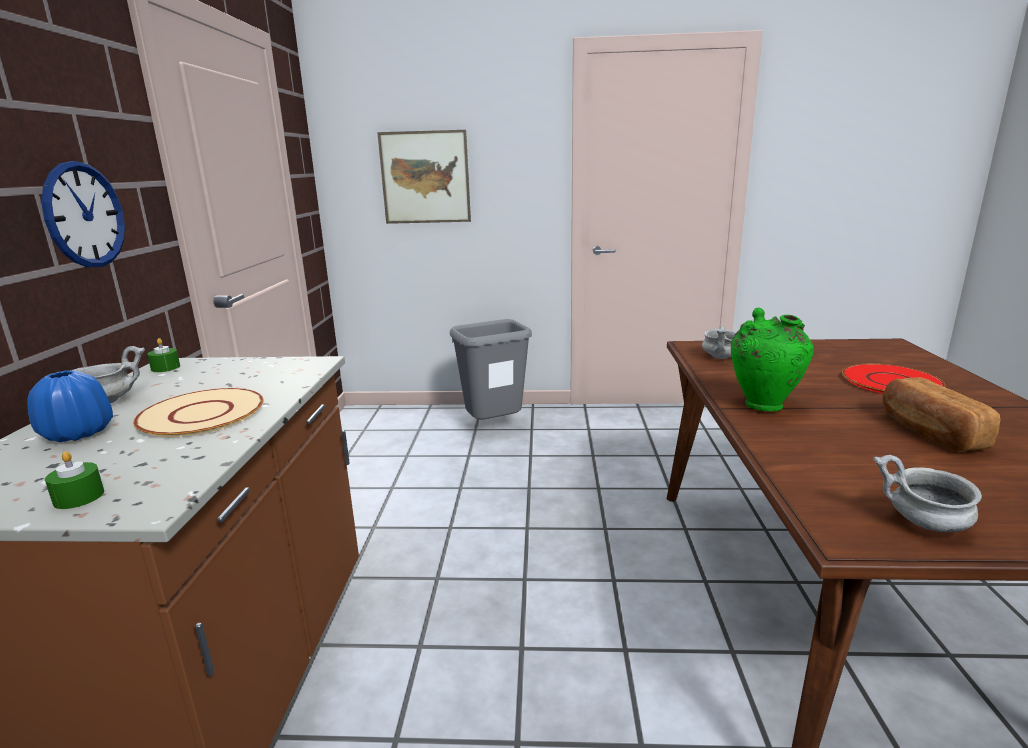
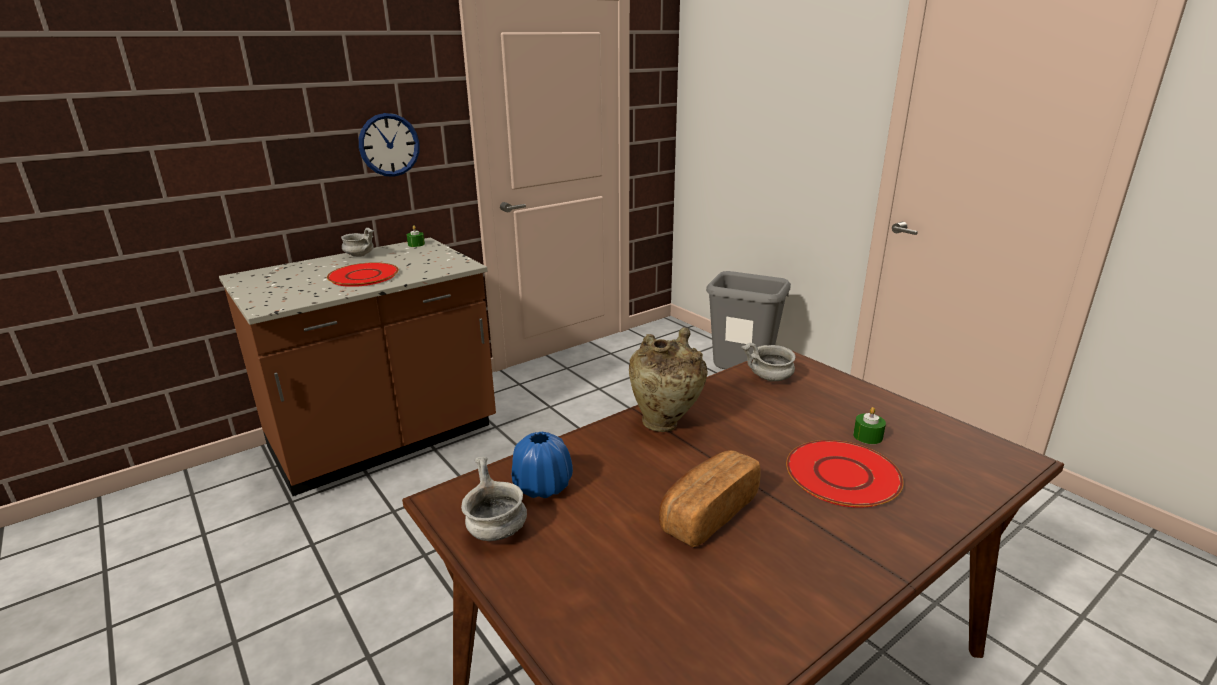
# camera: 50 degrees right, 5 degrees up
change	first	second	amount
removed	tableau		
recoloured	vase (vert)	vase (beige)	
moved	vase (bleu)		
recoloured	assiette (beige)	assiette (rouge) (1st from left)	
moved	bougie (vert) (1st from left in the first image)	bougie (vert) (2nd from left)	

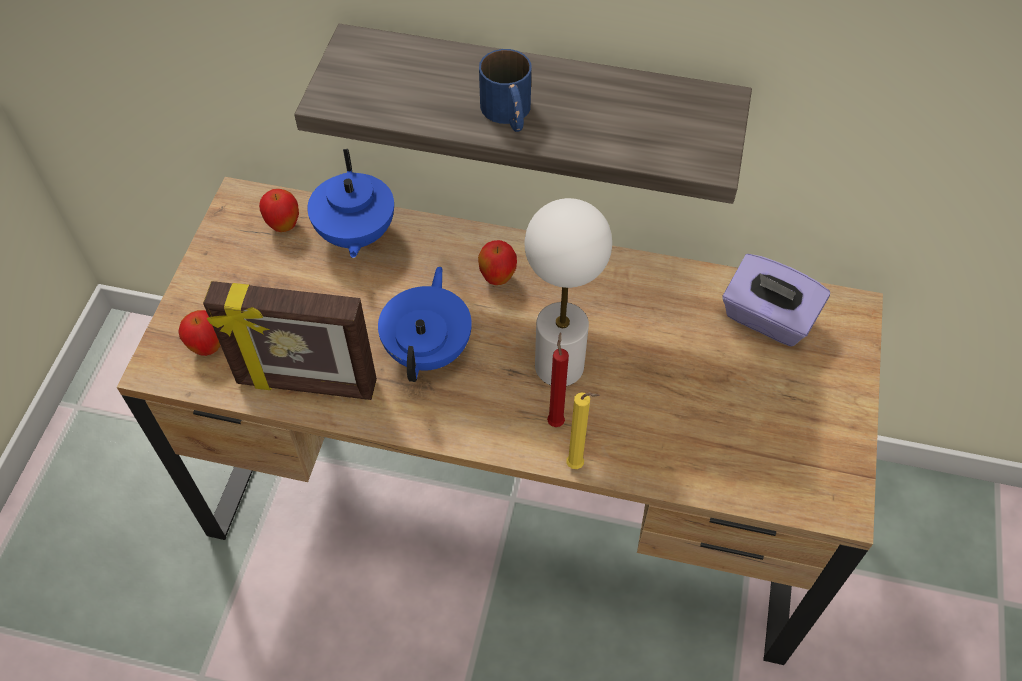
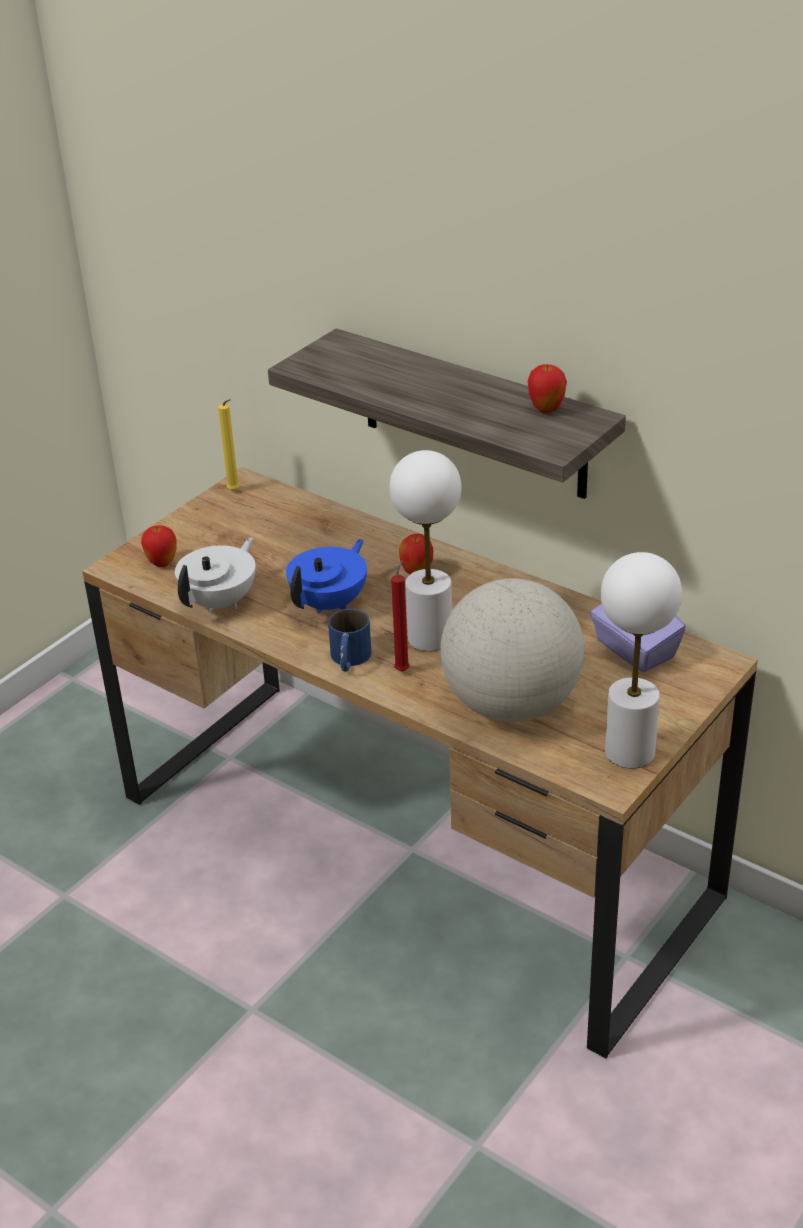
# camera: 25 degrees right, 20 degrees down
change	first	second	amount
moved	mug (bleu)		
removed	théière (bleu) (1st from left)		
moved	pomme (2nd from left in the first image)	pomme (3rd from left)	
replaced	cadre photo	théière (blanc)	
moved	bougie (jaune)		
added		lampe de table (blanc) (2nd from left)	
added		globe	

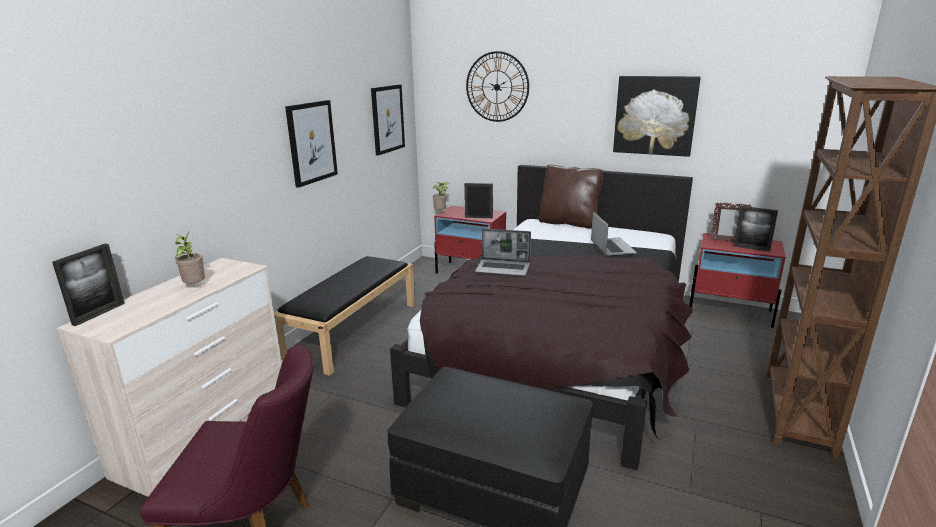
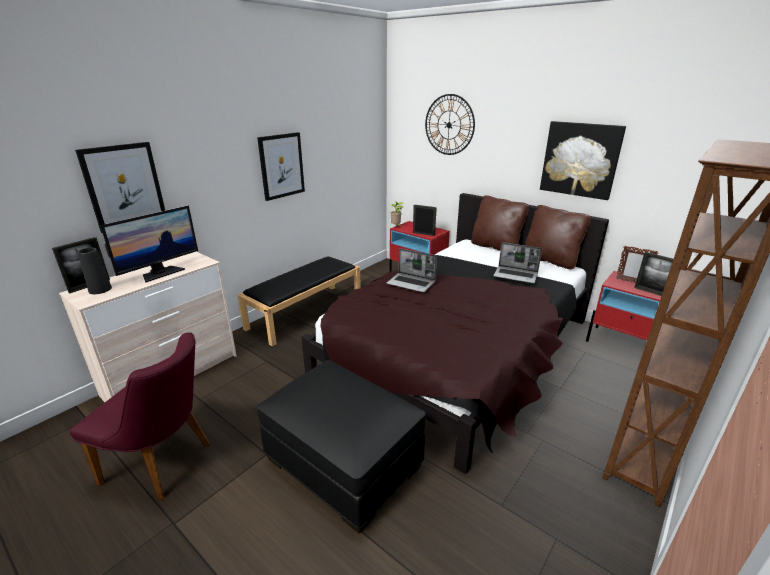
# camera: 15 degrees right, 5 degrees up
change	first	second	amount
moved	tableau (2nd from left in the first image)	tableau (1st from left)	
turned	ordinateur portable (2nd from left)		105 degrees clockwise
replaced	plante en pot (1st from left)	écran d'ordinateur	
added		coussin (marron) (2nd from left)	
added		vase (noir)	

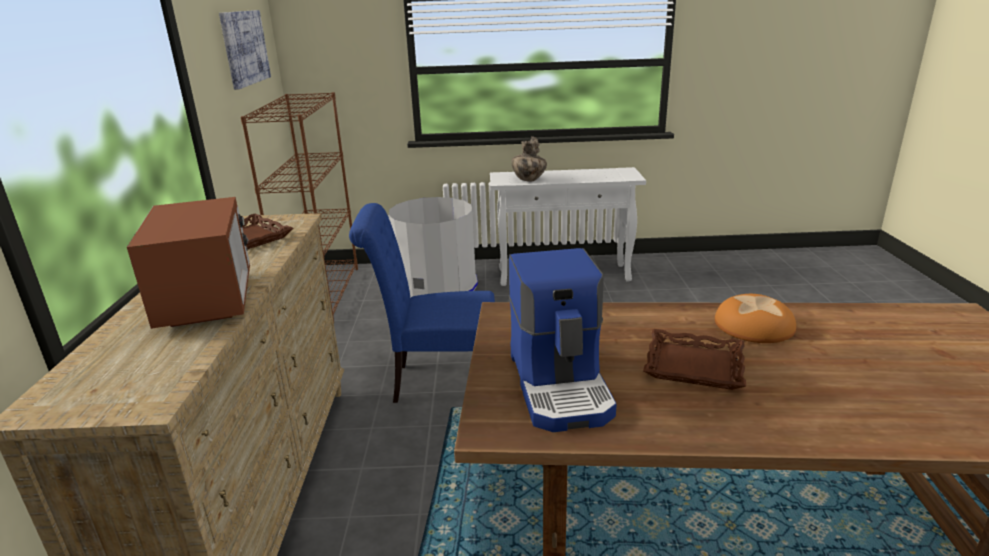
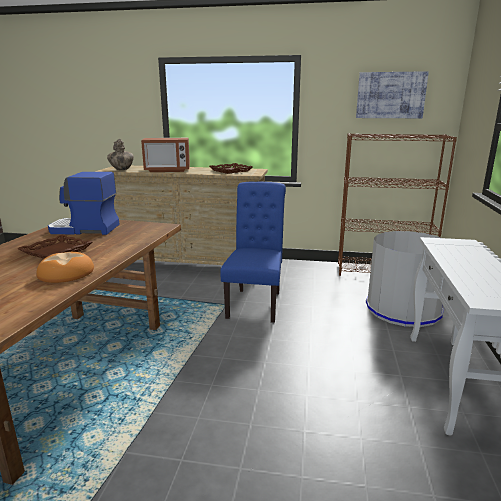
# camera: 100 degrees right, 5 degrees down
change	first	second	amount
moved	vase		

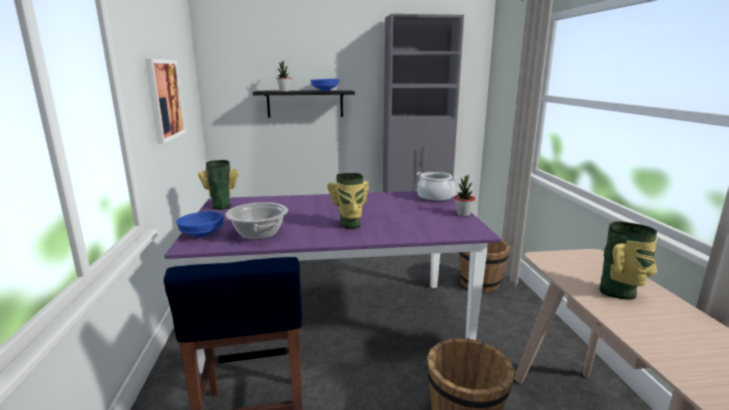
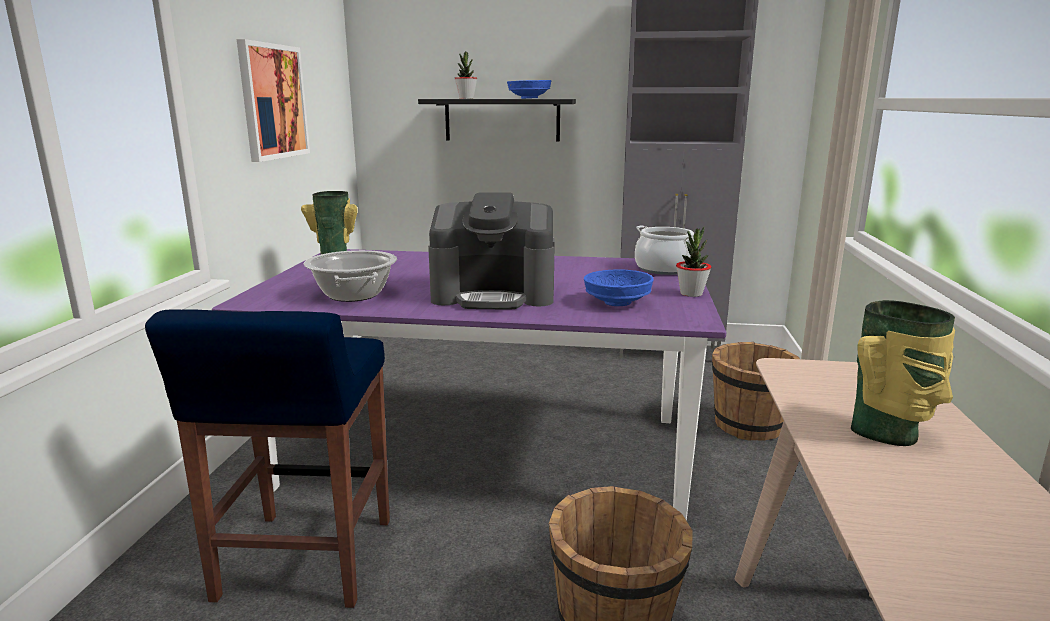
# camera: 15 degrees right, 0 degrees up
change	first	second	amount
replaced	vase (2nd from left)	machine à café	
moved	bol (bleu) (1st from left in the first image)	bol (bleu) (2nd from left)	

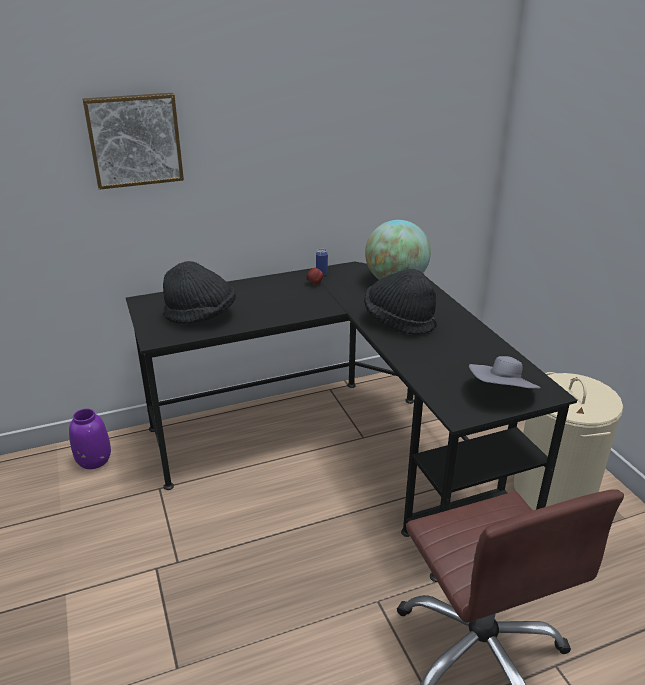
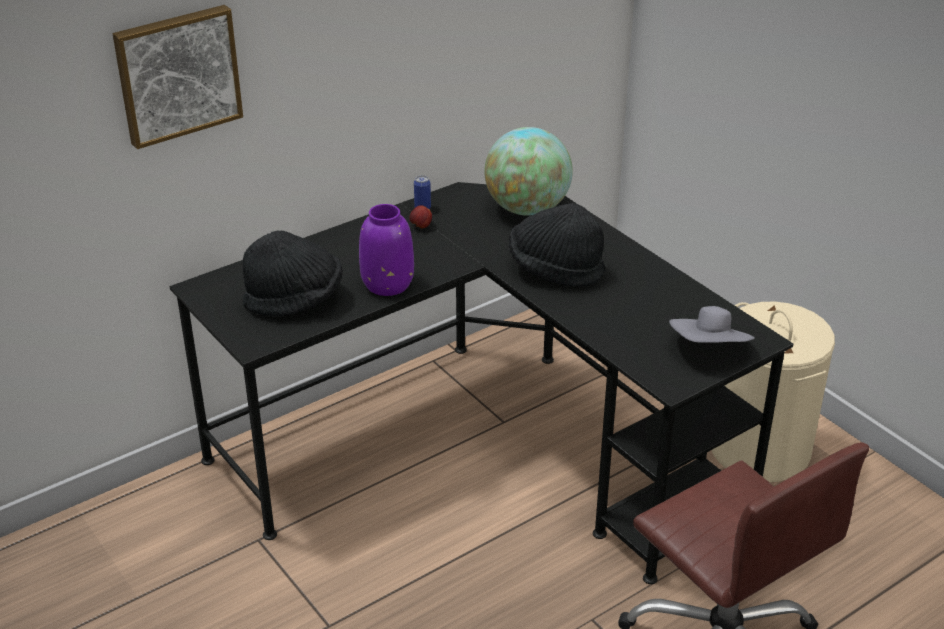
# camera: 15 degrees left, 5 degrees up
change	first	second	amount
moved	vase (violet)		

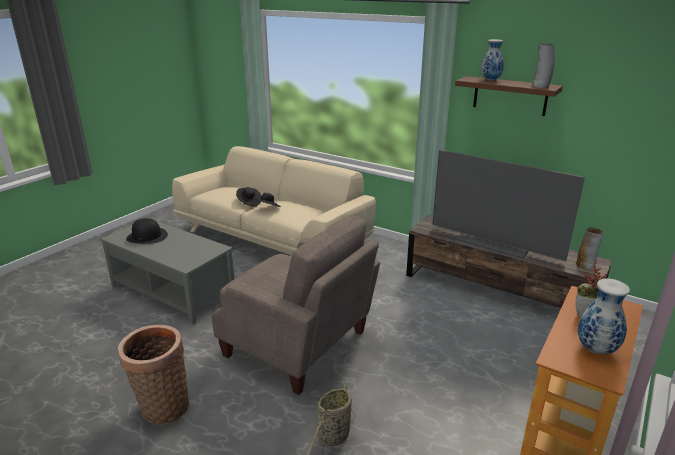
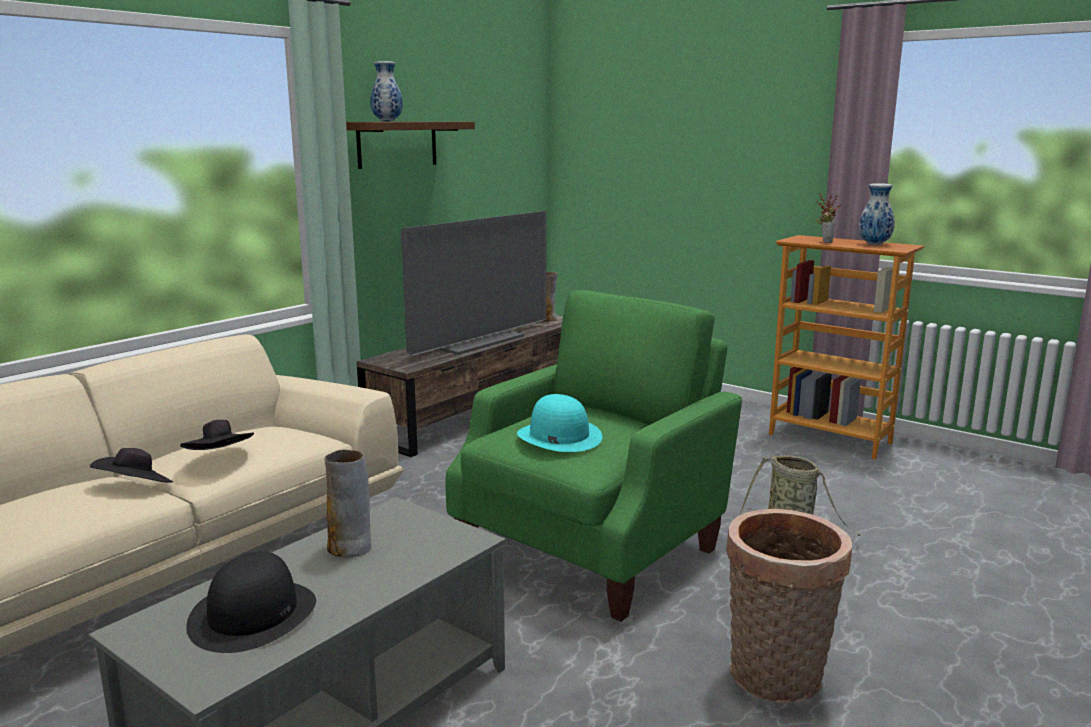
# camera: 85 degrees left, 10 degrees down
change	first	second	amount
moved	vase (2nd from left in the first image)	vase (1st from left)	
recoloured	fauteuil (beige)	fauteuil (vert)	
added		chapeau (turquoise)	

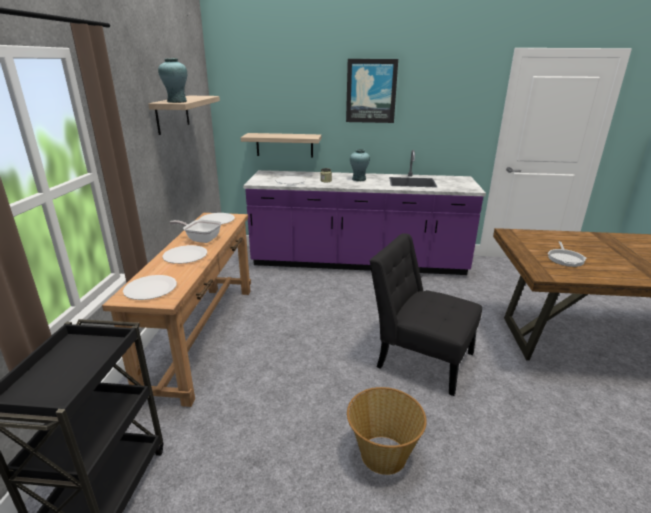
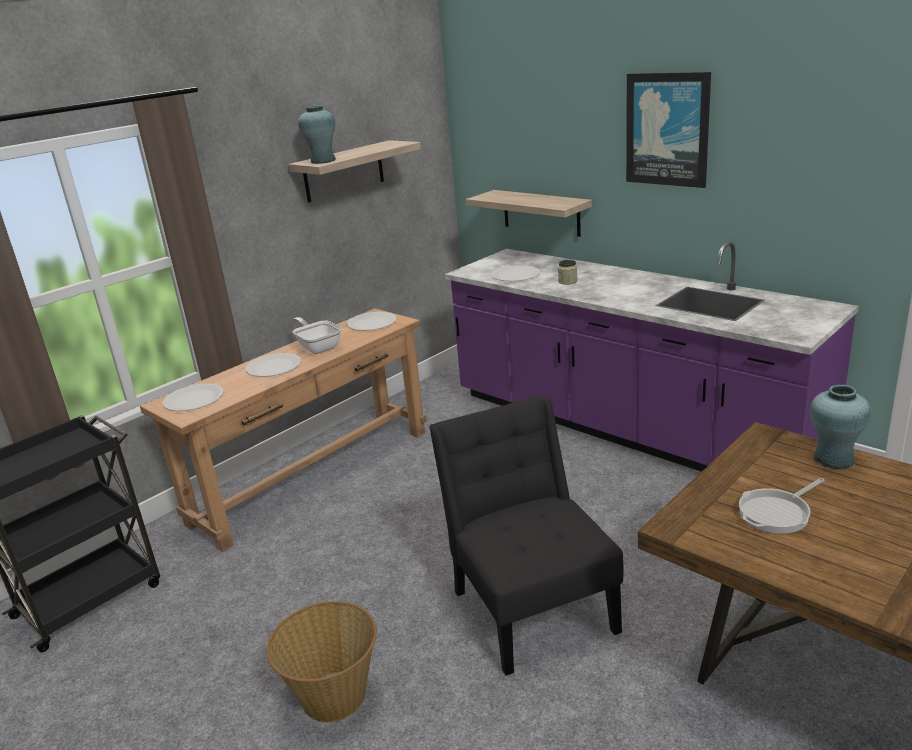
# camera: 40 degrees right, 0 degrees up
change	first	second	amount
moved	vase (turquoise) (2nd from left)		

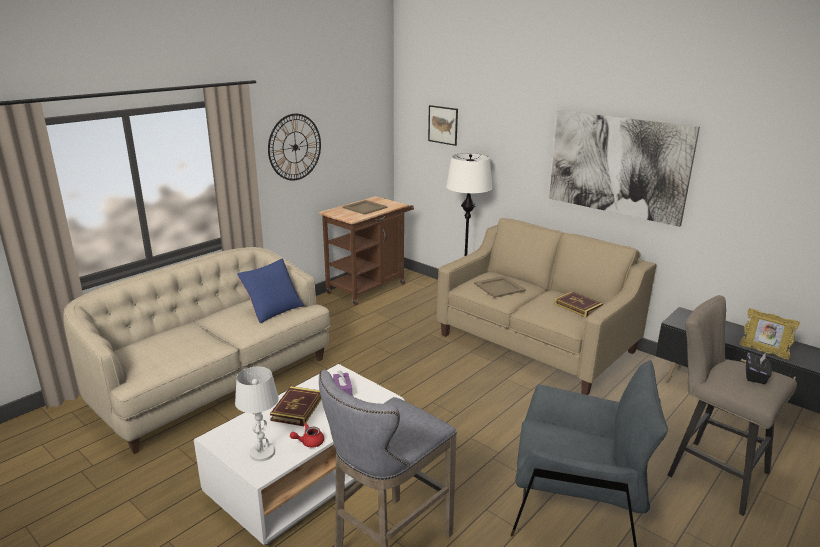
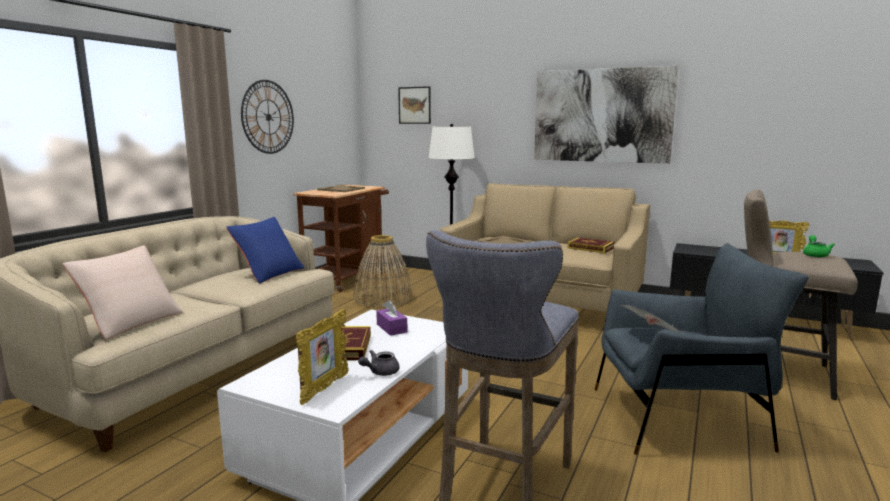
# camera: 15 degrees left, 10 degrees down
change	first	second	amount
replaced	boîte à mouchoirs (noir)	théière (vert)	
replaced	lampe de table (blanc)	cadre photo (1st from left)	
recoloured	théière (rouge)	théière (gris)	
added		panier	
added		coussin (beige)	
added		journal	

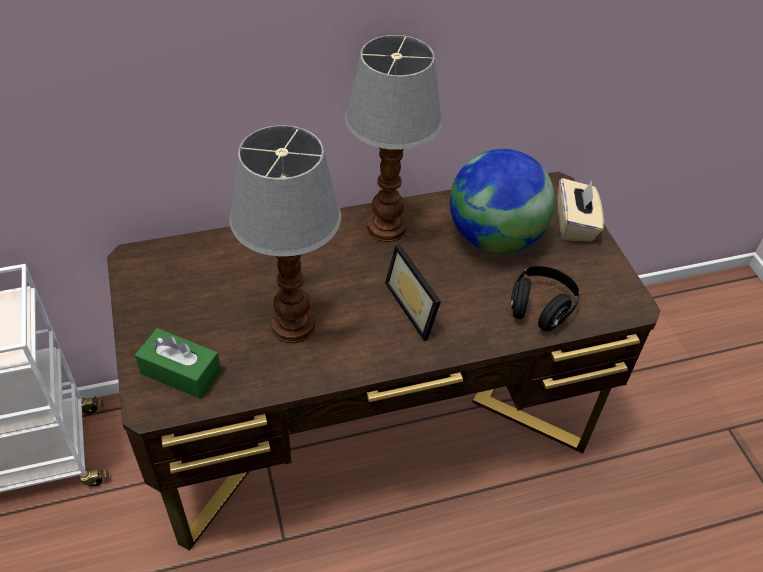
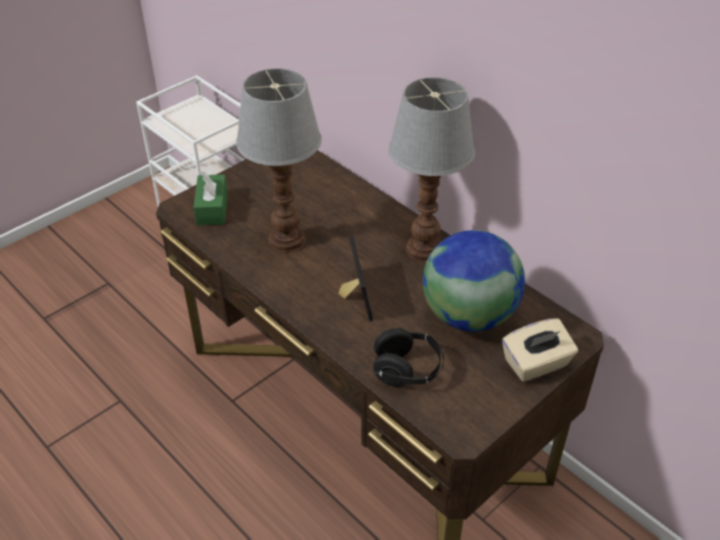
# camera: 65 degrees right, 5 degrees down
change	first	second	amount
turned	cadre photo		135 degrees clockwise

